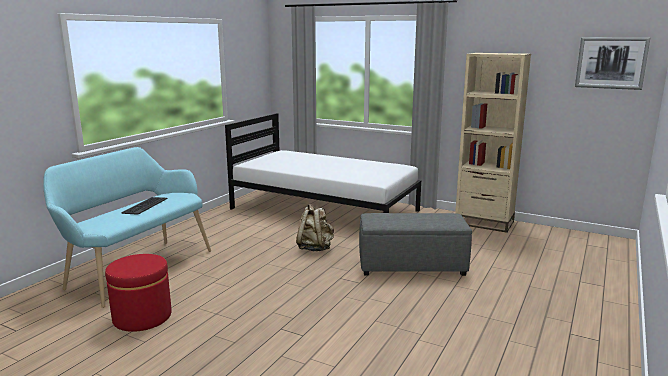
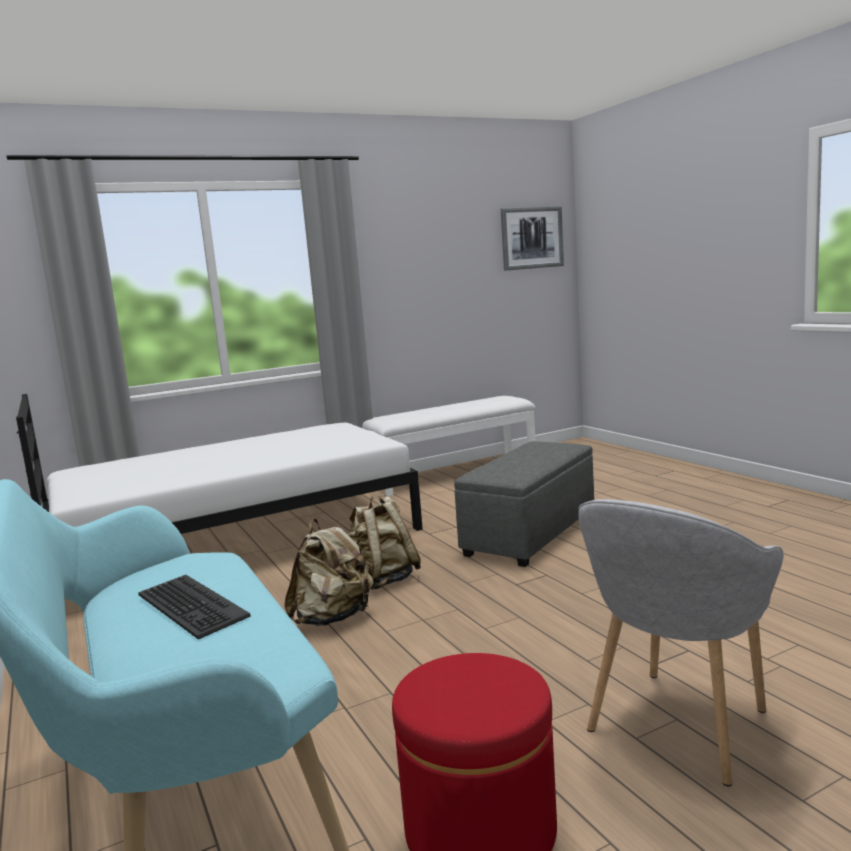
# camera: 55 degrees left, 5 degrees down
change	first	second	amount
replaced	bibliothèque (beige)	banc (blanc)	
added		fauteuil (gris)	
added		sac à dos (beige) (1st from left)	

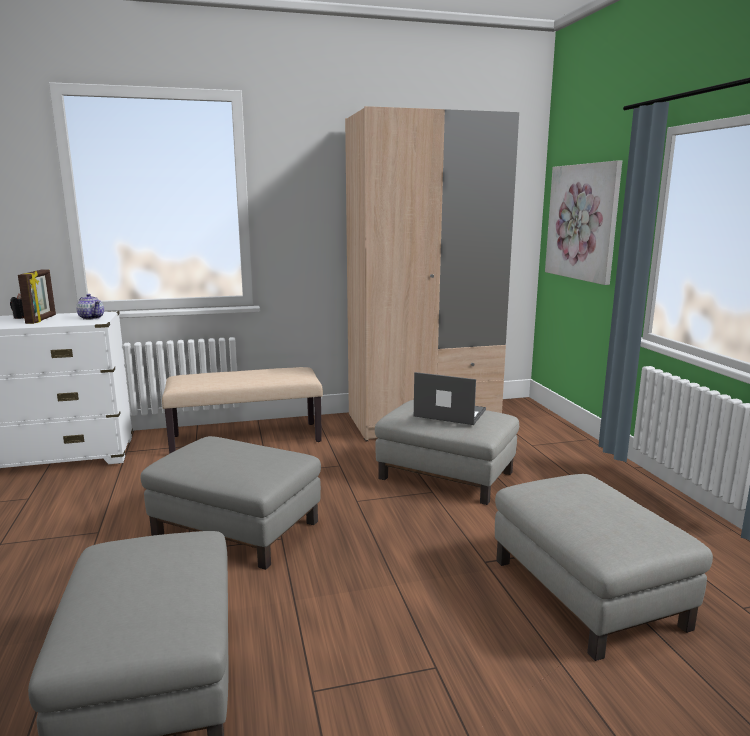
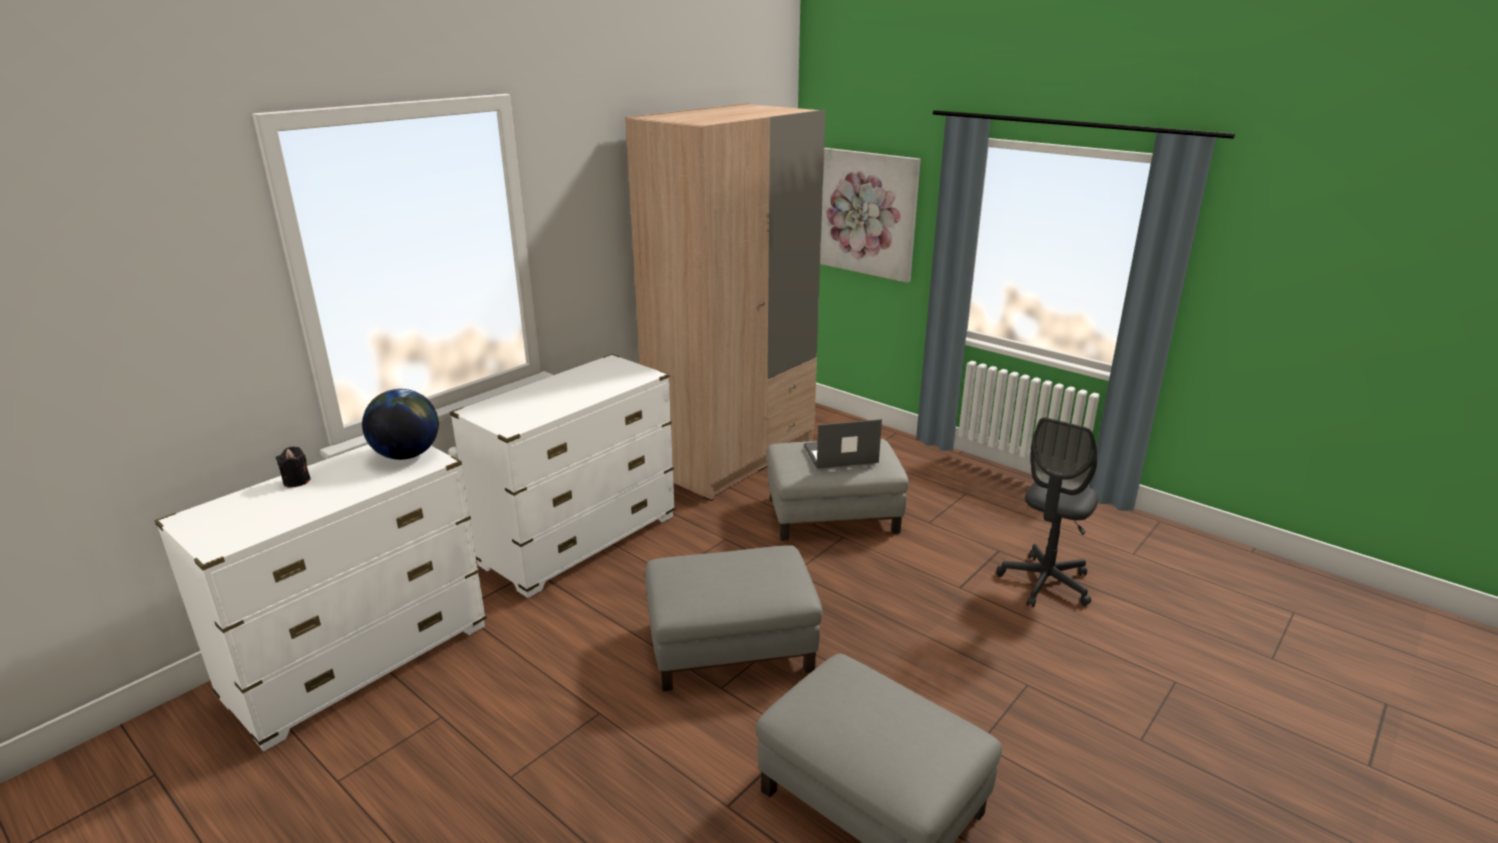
# camera: 35 degrees left, 10 degrees up
change	first	second	amount
removed	cadre photo		
replaced	théière	globe	
replaced	banc (beige)	commode (blanc) (2nd from left)	
replaced	pouf (gris) (4th from left)	chaise de bureau (gris)	

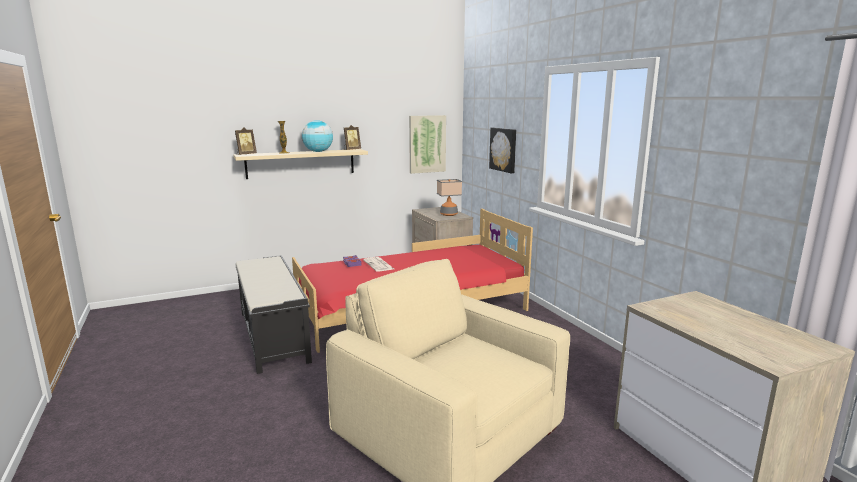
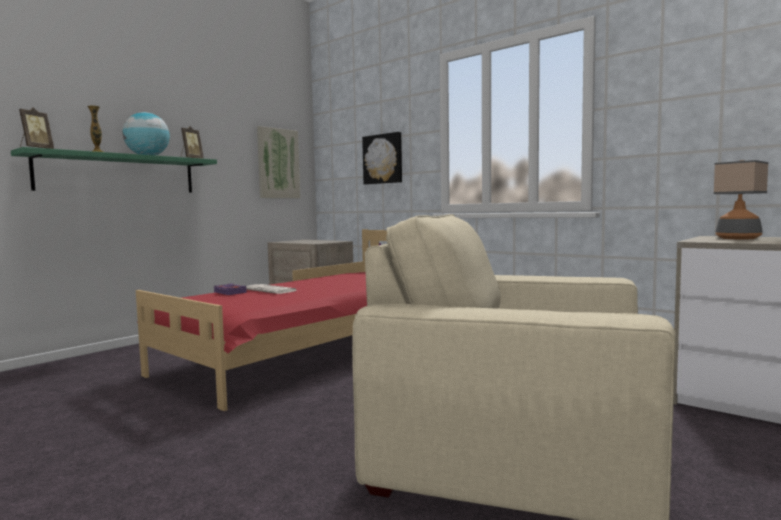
# camera: 25 degrees left, 10 degrees down
change	first	second	amount
recoloured	étagère (beige)	étagère (vert)	
moved	lampe de table		
removed	banc (noir)		

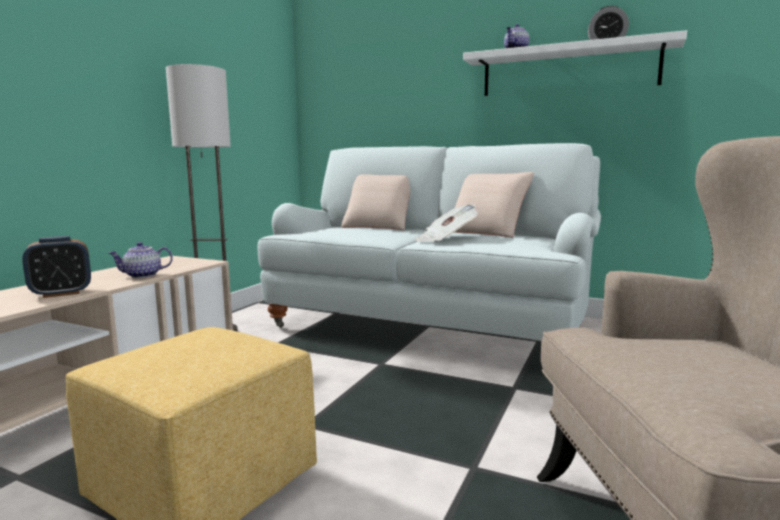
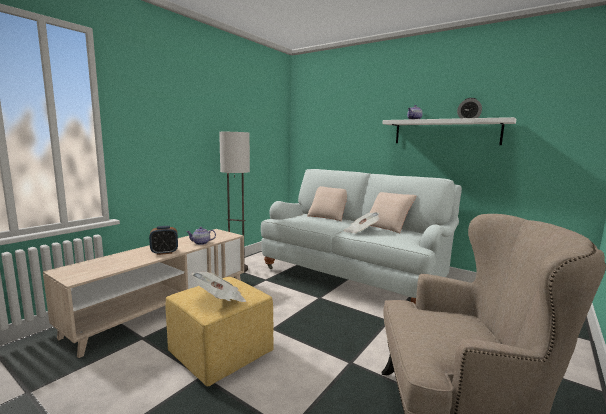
# camera: 10 degrees right, 0 degrees up
change	first	second	amount
added		journal (1st from left)	

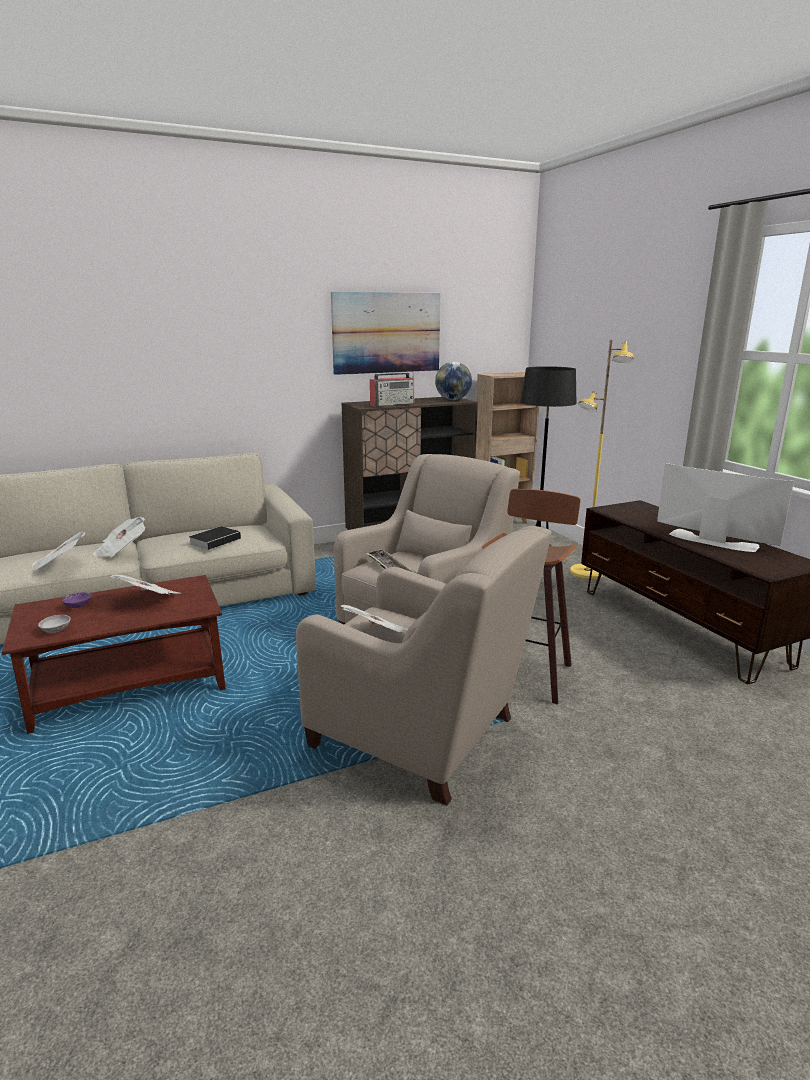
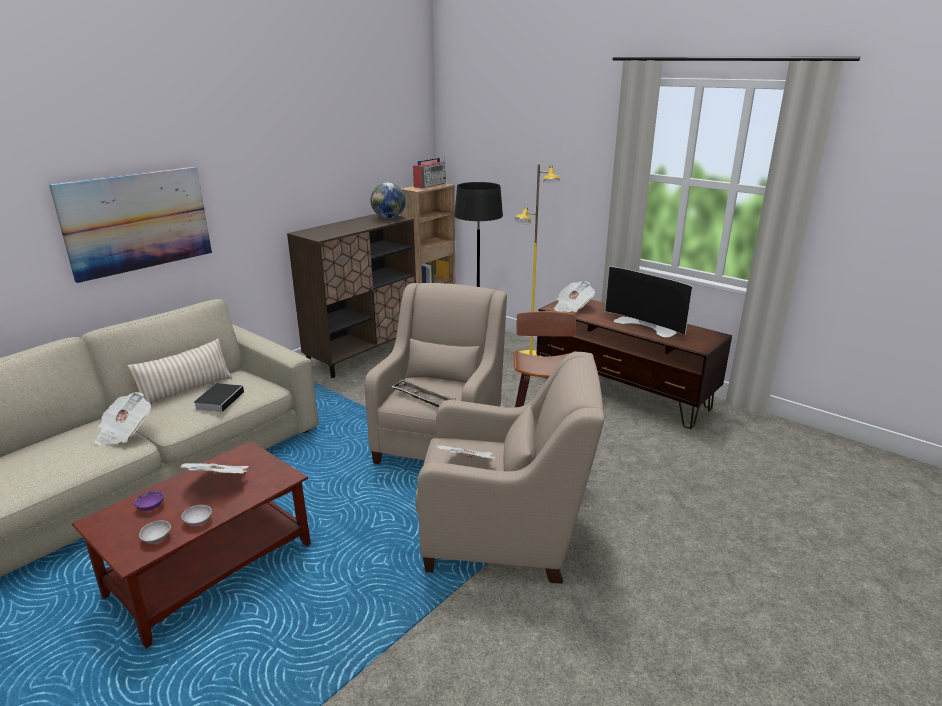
# camera: 25 degrees left, 5 degrees up
change	first	second	amount
moved	tableau		
moved	radio		
turned	téléviseur		150 degrees counterclockwise
moved	journal (1st from left in the first image)	journal (4th from left)	
added		coussin (beige)	
added		bol (gris) (2nd from left)	

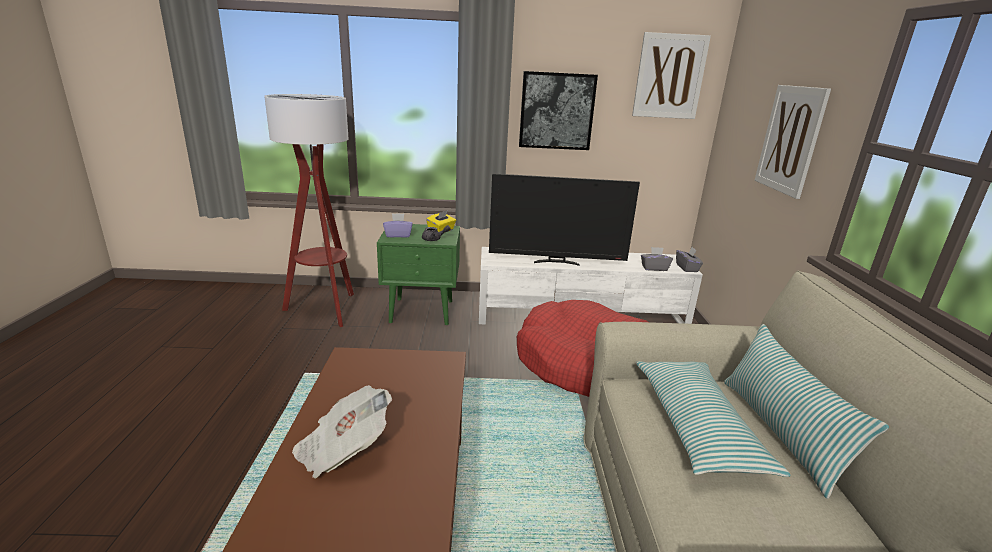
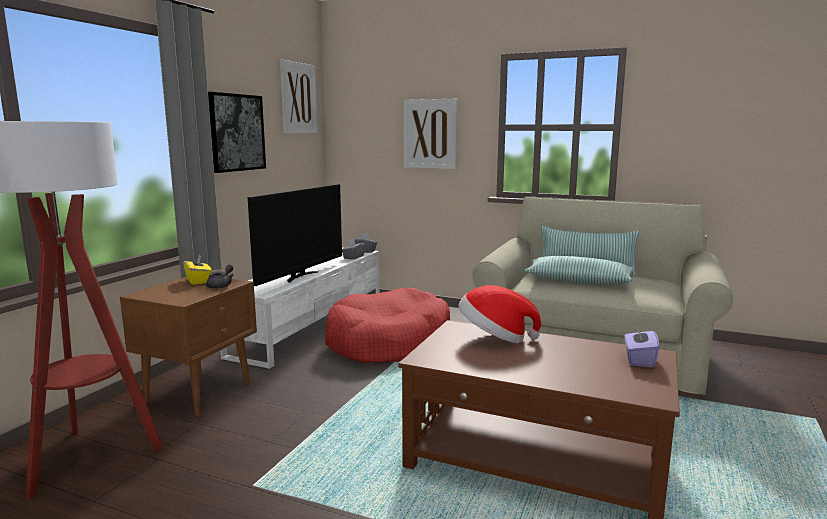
# camera: 65 degrees left, 10 degrees down
change	first	second	amount
moved	boîte à mouchoirs (violet)		
recoloured	table de chevet (vert)	table de chevet (marron)	
removed	journal		
added		chapeau	

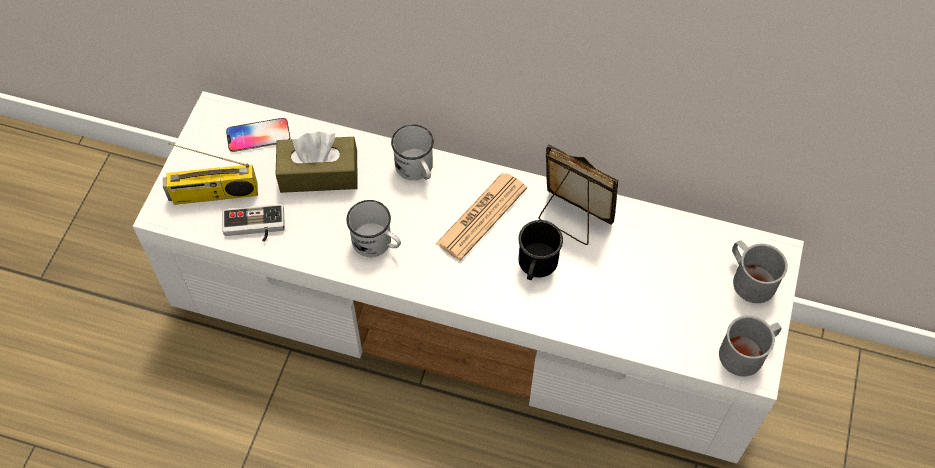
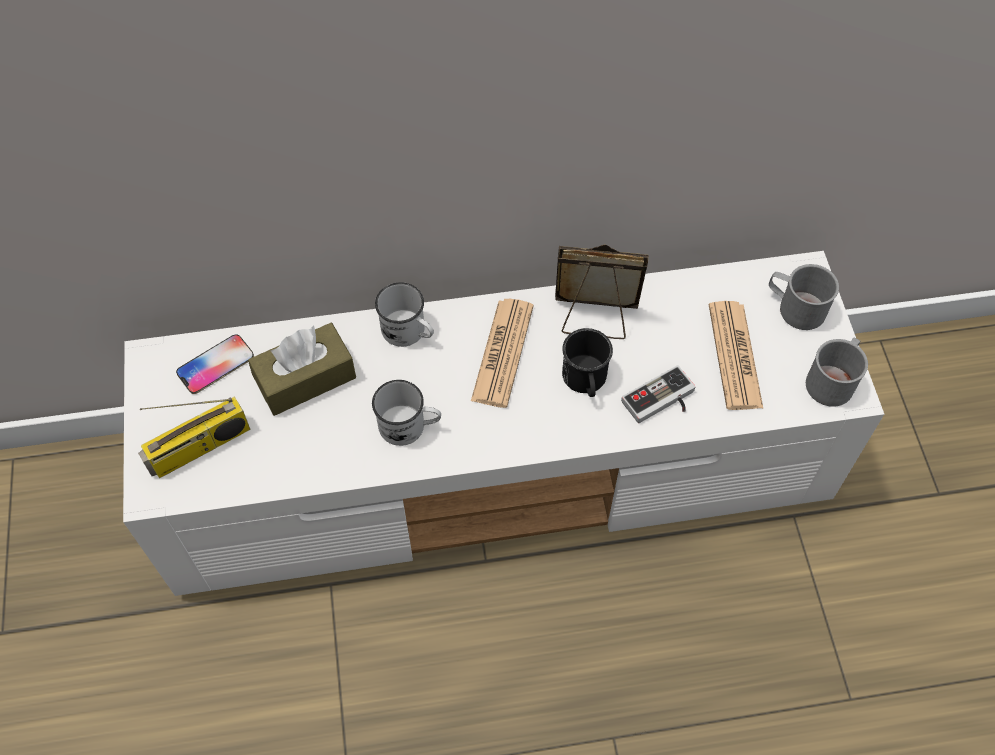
# camera: 25 degrees left, 0 degrees up
change	first	second	amount
moved	manette		
added		journal (2nd from left)	

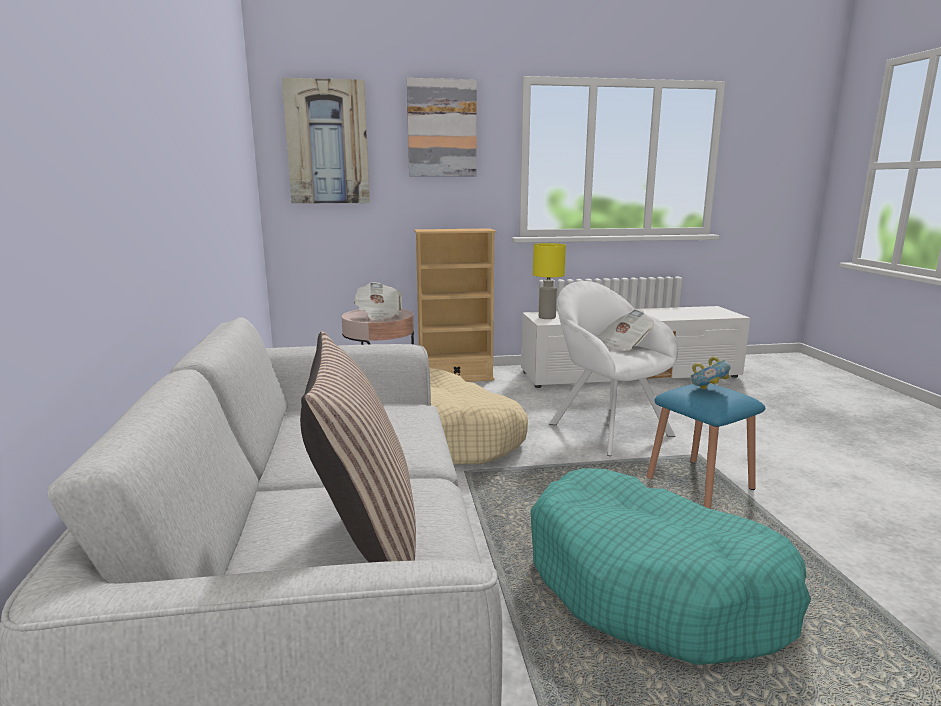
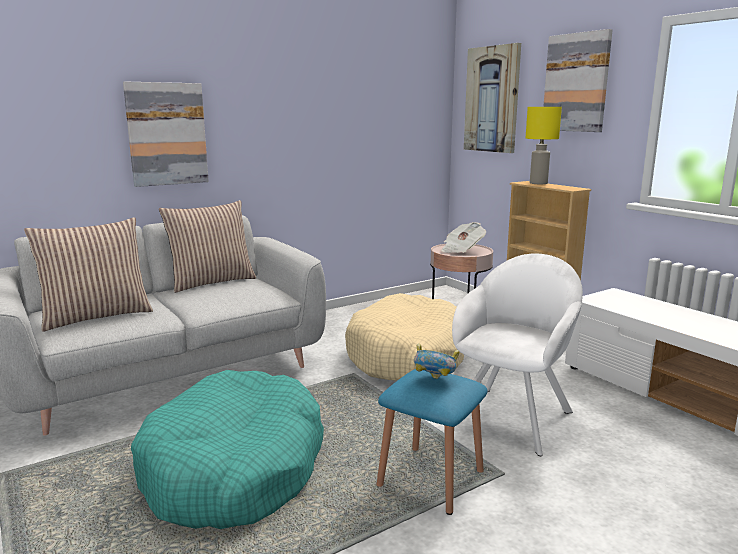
# camera: 65 degrees right, 0 degrees up
change	first	second	amount
moved	lampe de table (jaune)		
removed	journal (2nd from left)		
added		tableau (1st from left)	
added		coussin (2nd from left)	

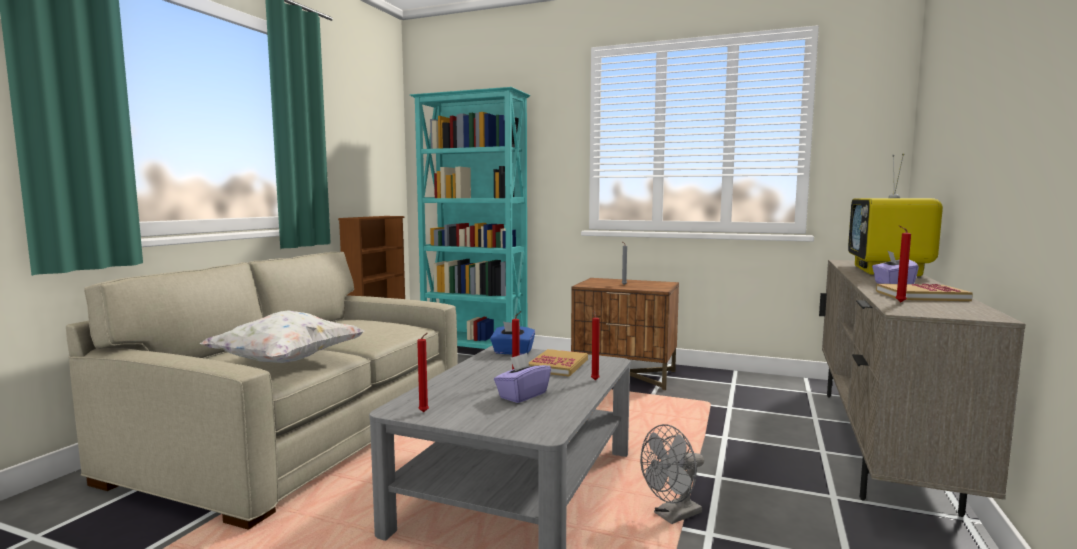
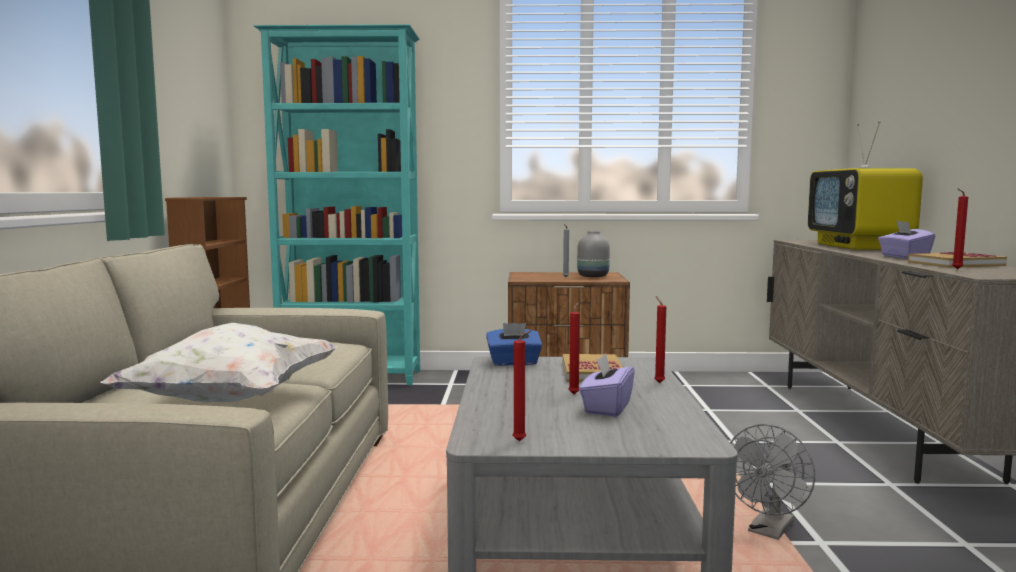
# camera: 20 degrees left, 0 degrees up
change	first	second	amount
added		vase (gris)	

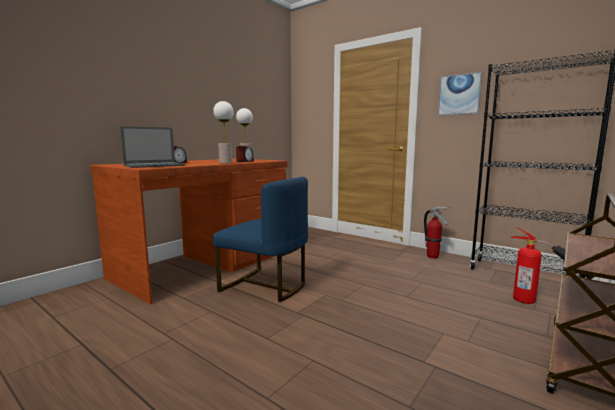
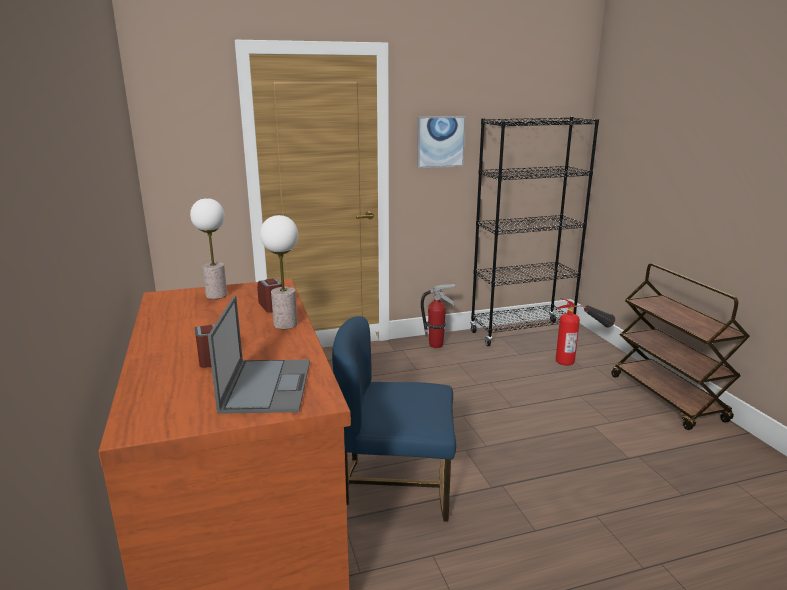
# camera: 55 degrees left, 10 degrees up
change	first	second	amount
turned	chaise (bleu)		150 degrees counterclockwise

